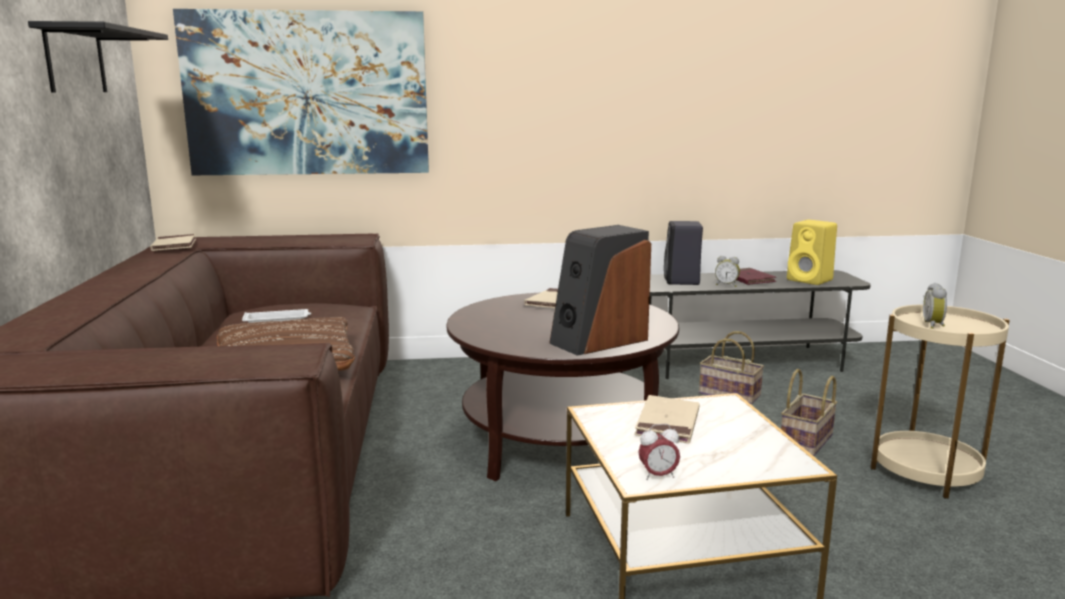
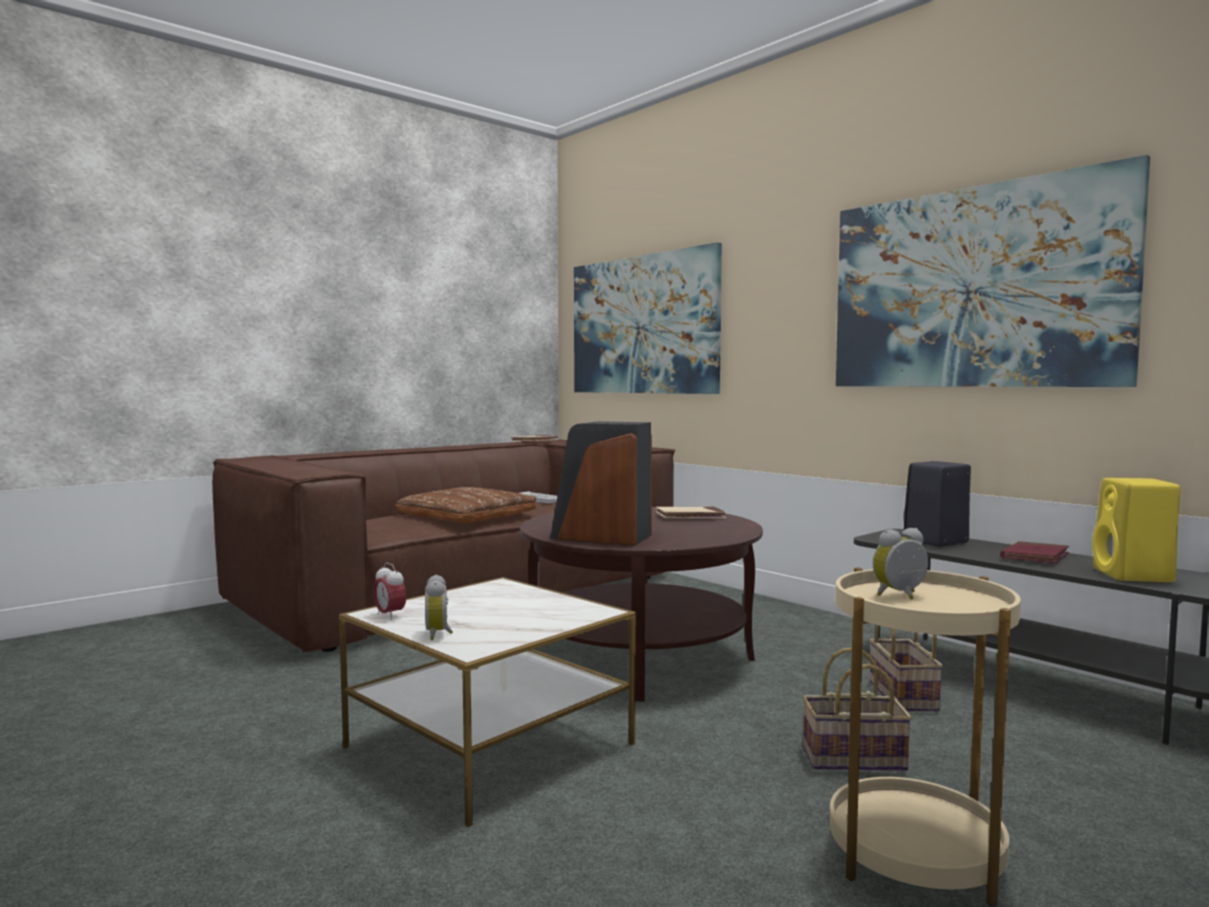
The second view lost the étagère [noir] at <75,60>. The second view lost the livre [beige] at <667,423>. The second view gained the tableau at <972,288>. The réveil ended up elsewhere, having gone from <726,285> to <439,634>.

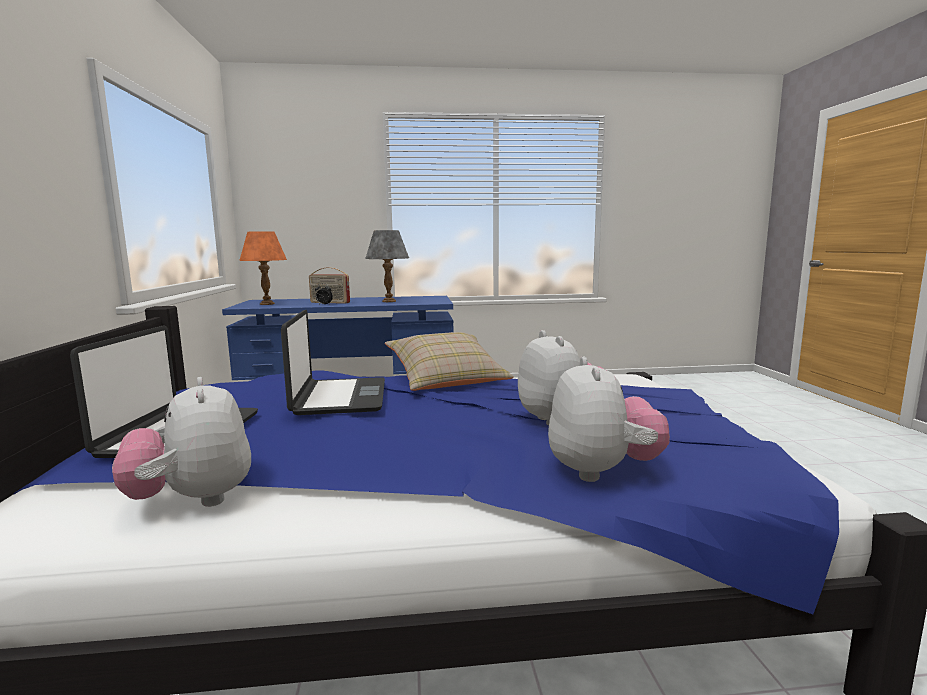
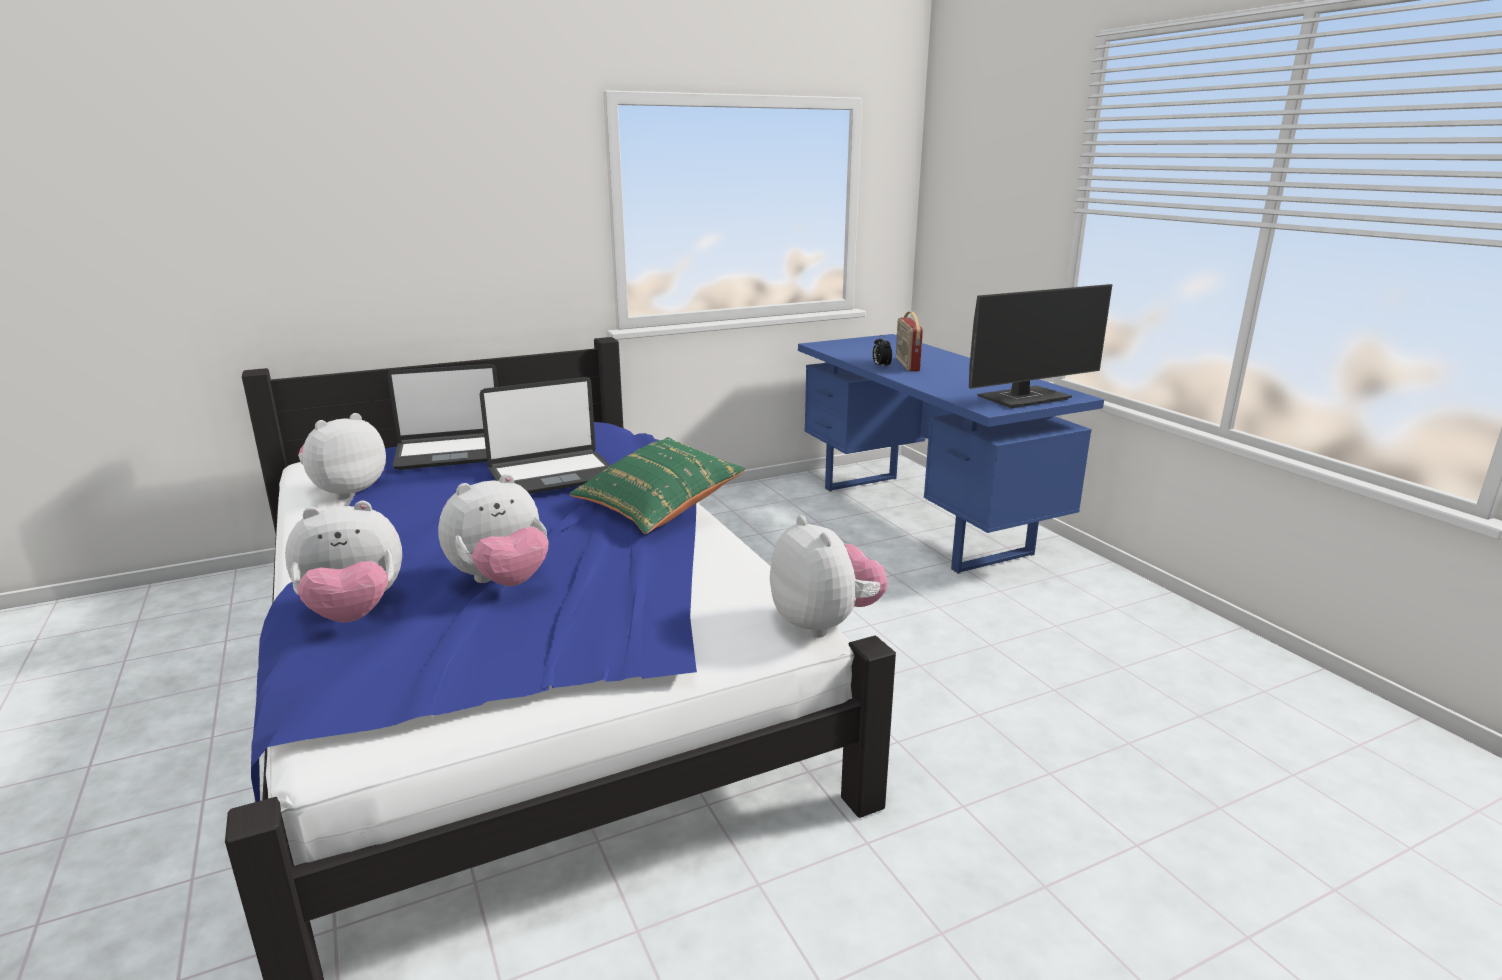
The second view lost the lampe de table [orange] at <267,304>. The second view lost the lampe de table [gris] at <389,301>. The second view gained the peluche at <824,623>. The second view gained the écran d'ordinateur at <1025,398>. What was the coussin [beige] at <446,381> turned into the coussin [vert] at <658,508>.

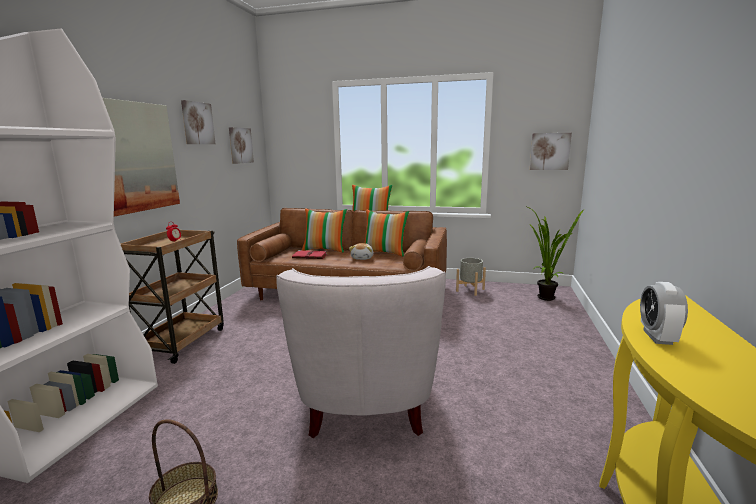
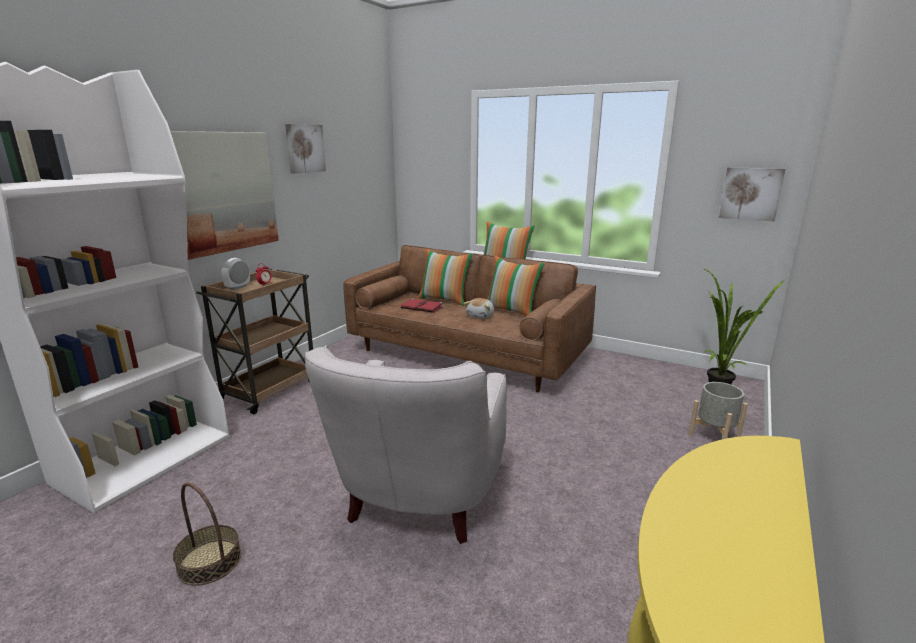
The second view lost the tableau at <240,145>. The cache-pot [gris] ended up elsewhere, having gone from <470,290> to <714,436>. The réveil ended up elsewhere, having gone from <657,337> to <238,287>.

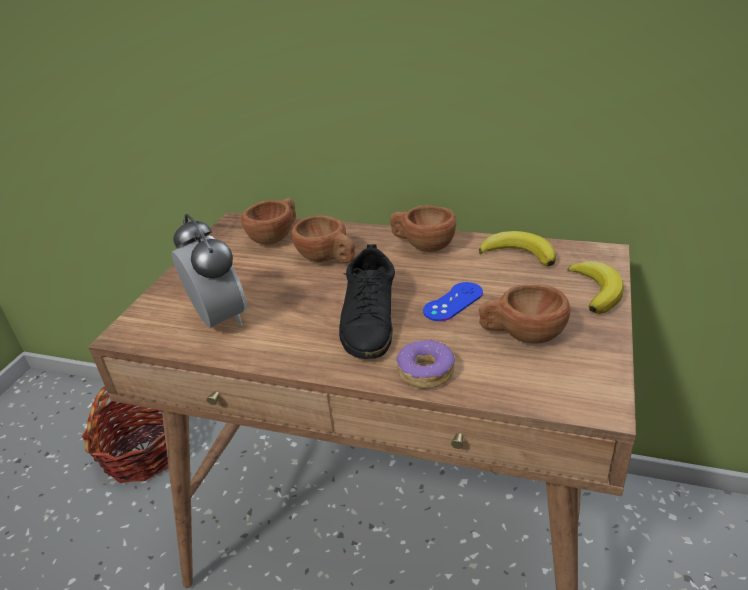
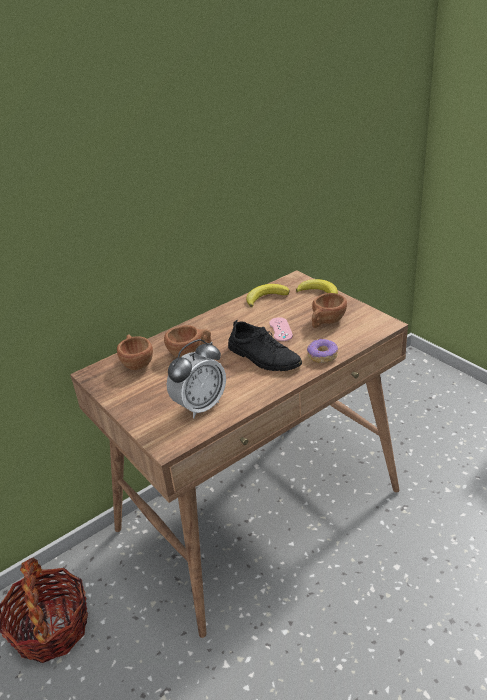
The second view lost the tasse [marron] at <422,245>. What was the manette [bleu] at <453,302> turned into the manette [rose] at <280,329>. The réveil at <219,319> ended up facing another way, 135 degrees clockwise from before.

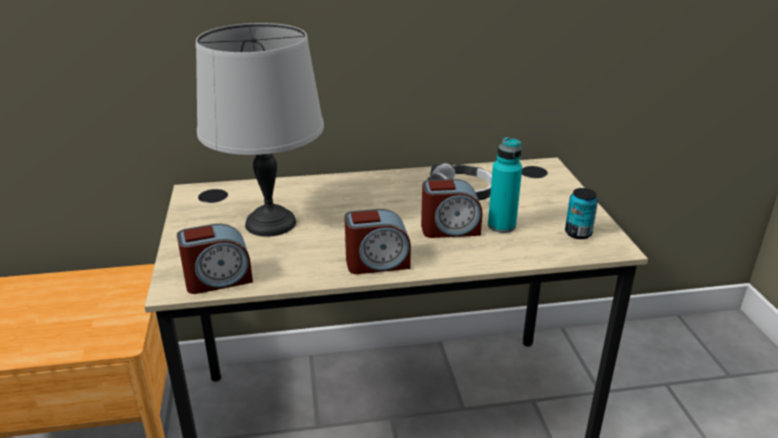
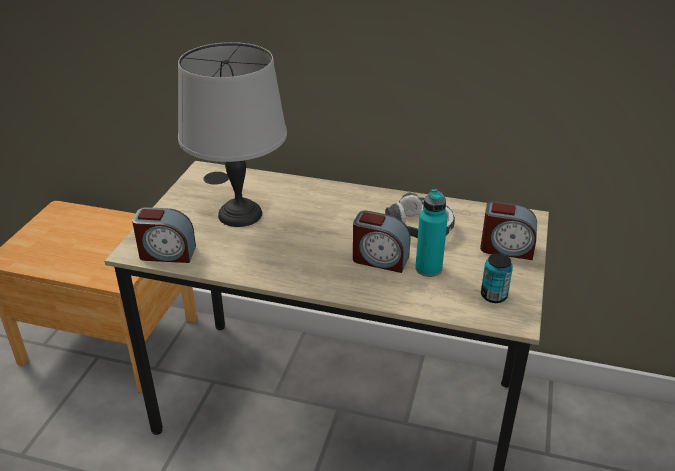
The réveil ended up elsewhere, having gone from <377,263> to <506,248>.

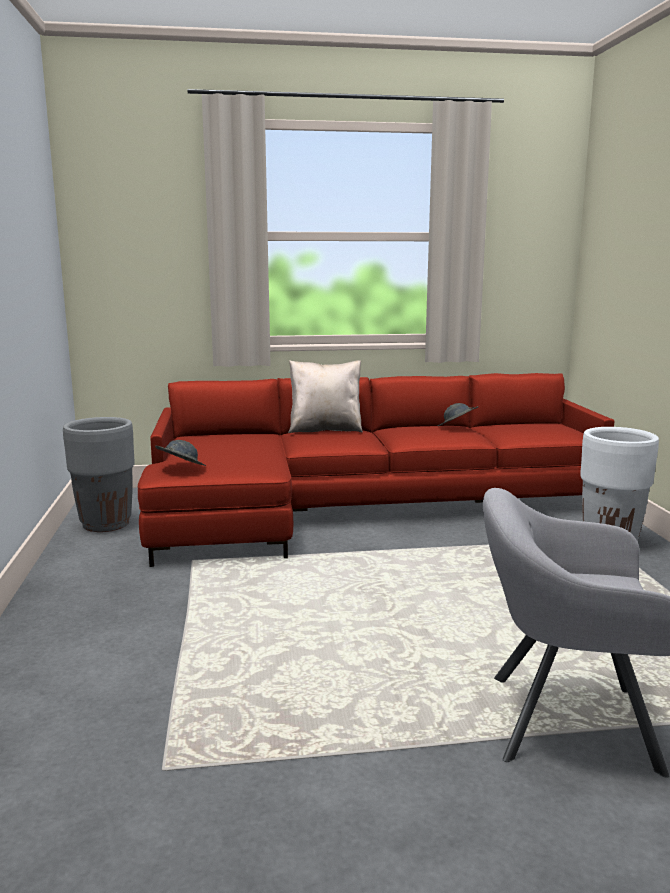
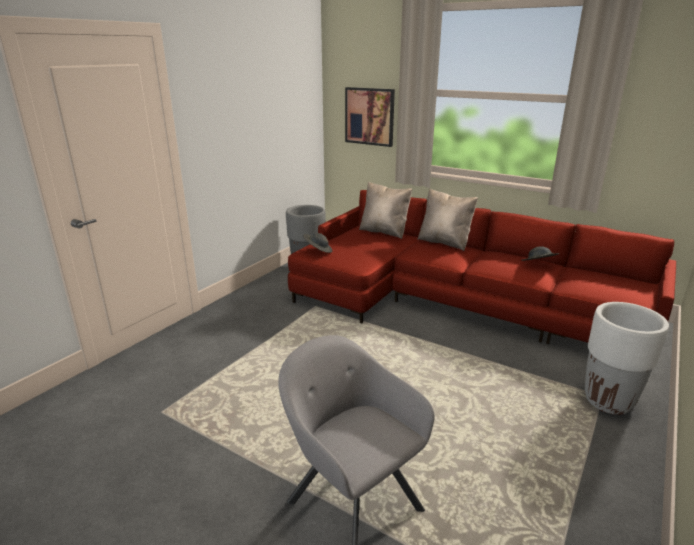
The second view gained the tableau at <369,116>. The second view gained the coussin [beige] at <384,232>.

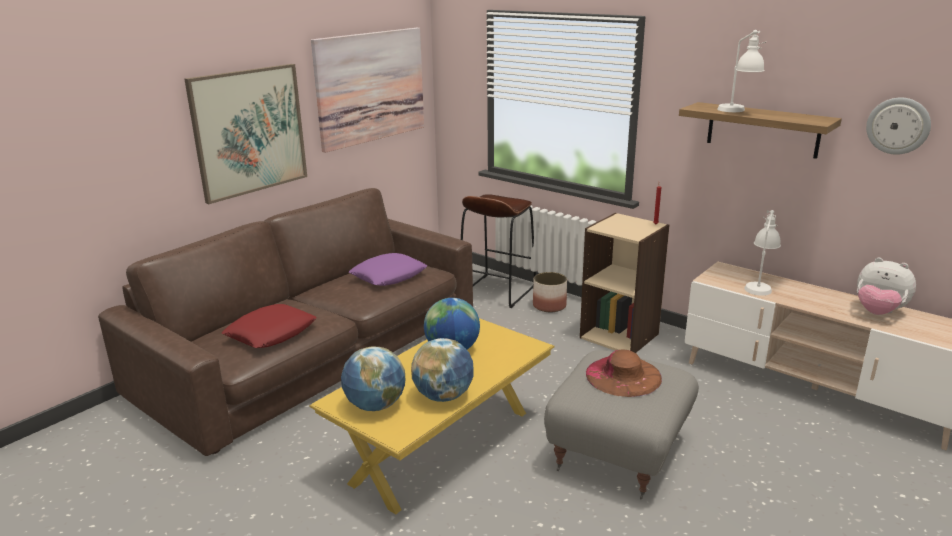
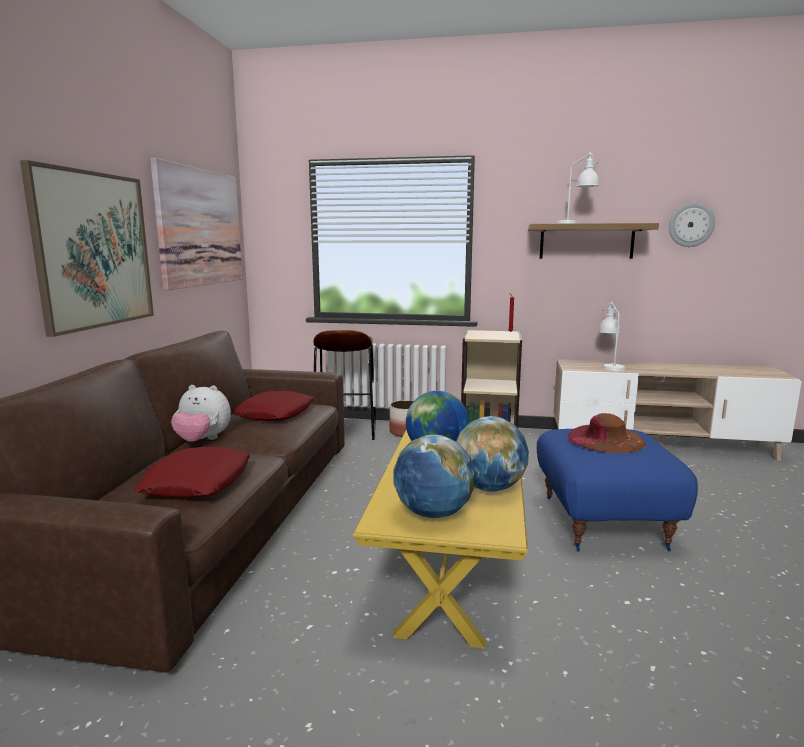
The peluche ended up elsewhere, having gone from <878,312> to <203,440>. What was the coussin [violet] at <389,276> turned into the coussin [rouge] at <275,413>. What was the pouf [gris] at <617,453> turned into the pouf [bleu] at <603,522>.

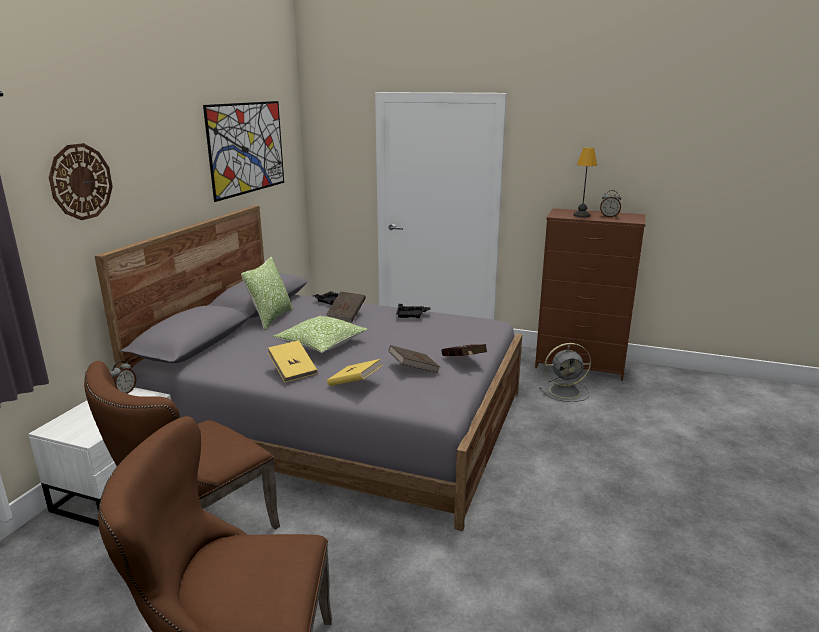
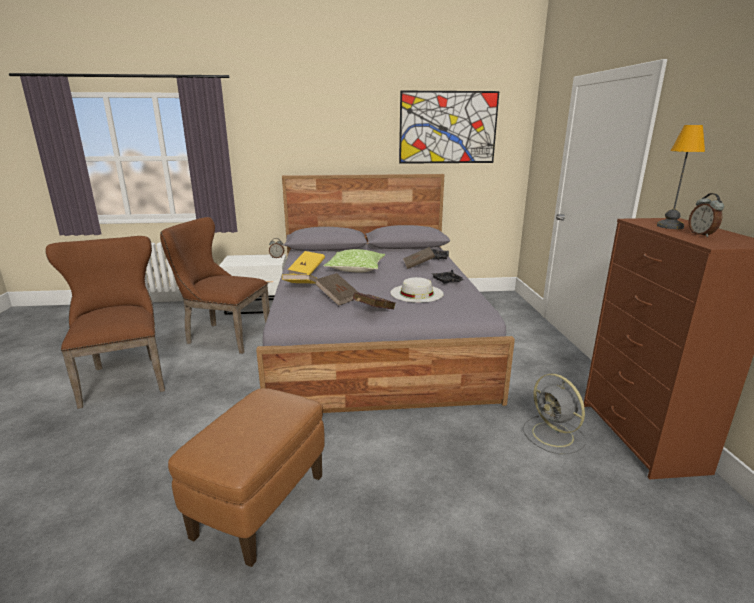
The second view lost the horloge murale at <81,182>. The second view lost the coussin at <271,318>. The second view gained the pouf [marron] at <260,506>. The second view gained the chapeau [blanc] at <416,293>.

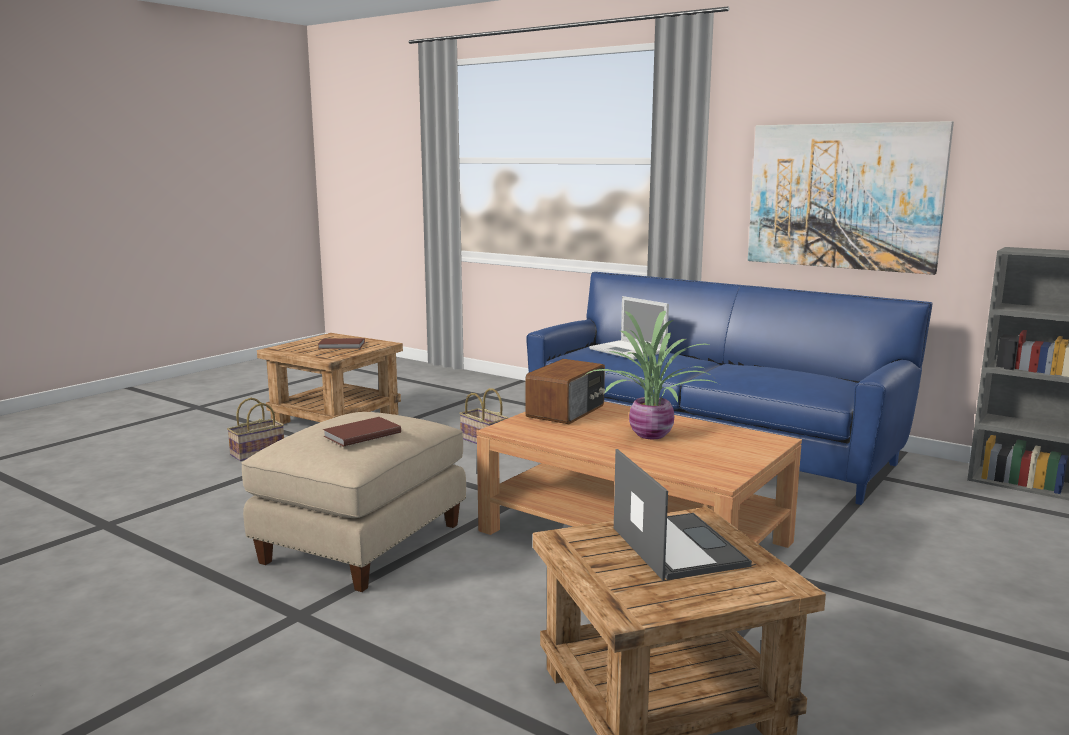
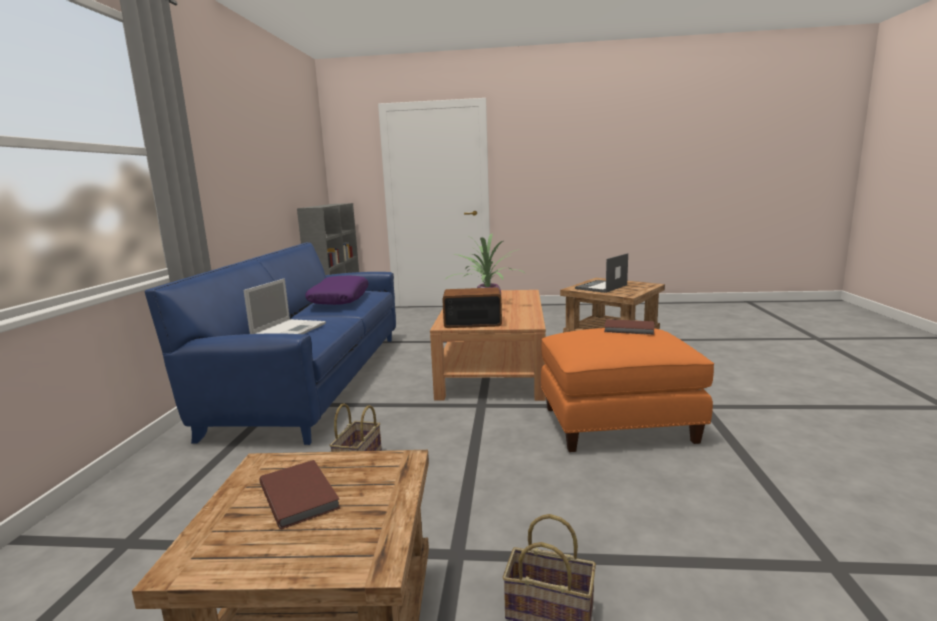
The second view lost the tableau at <843,196>. The second view gained the coussin [violet] at <339,299>. What was the pouf [beige] at <364,544> turned into the pouf [orange] at <617,424>.

